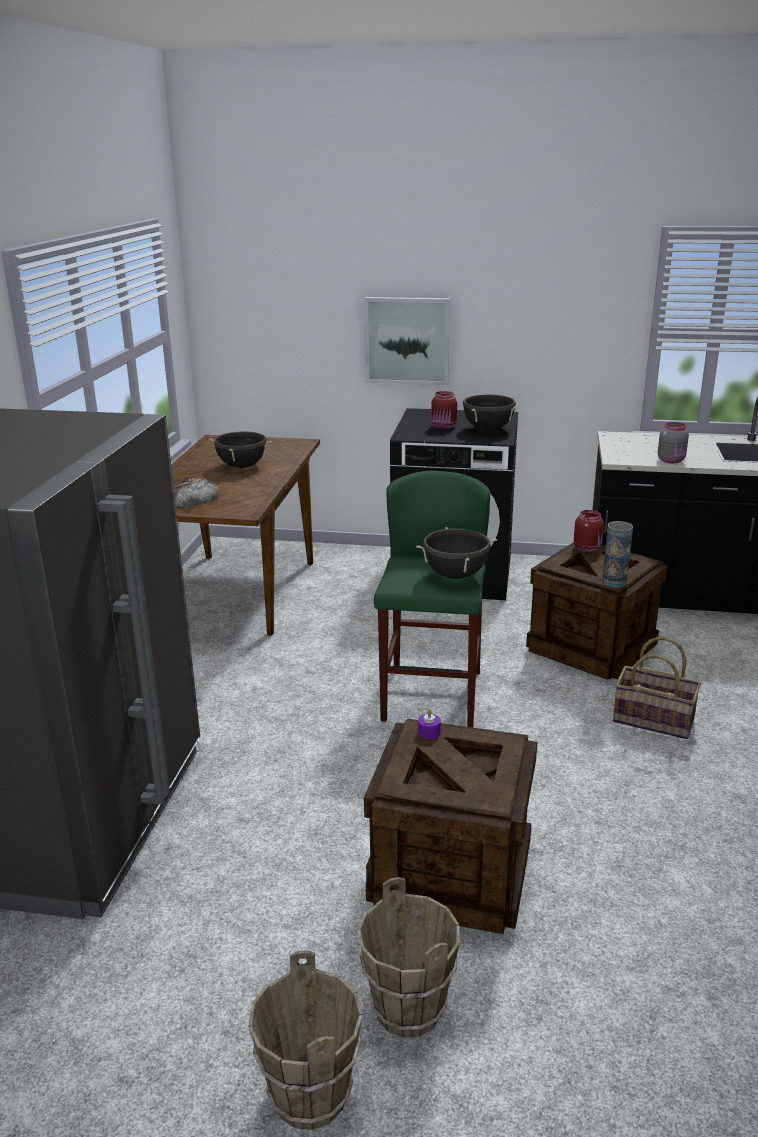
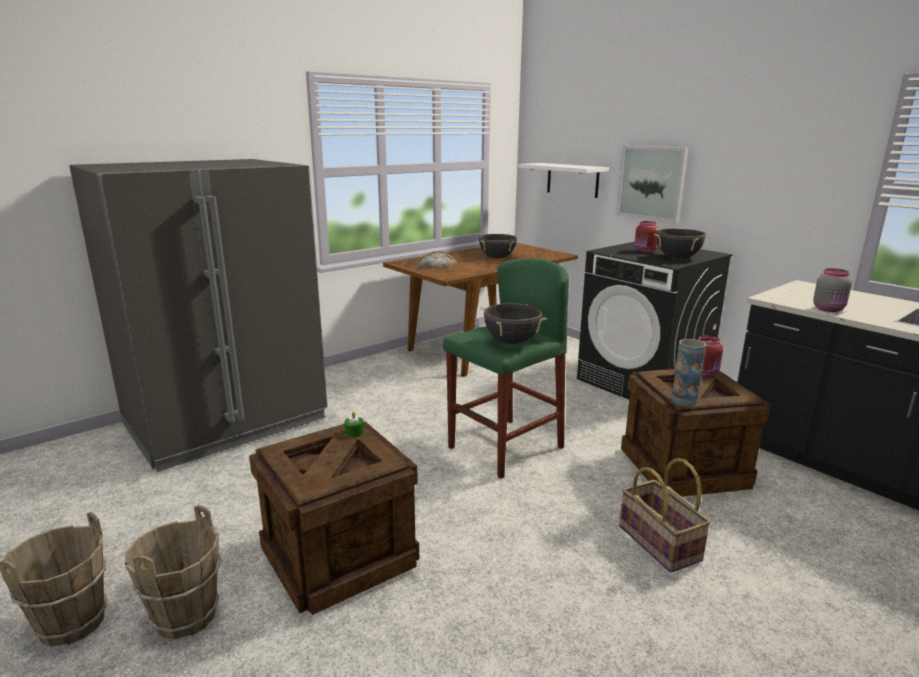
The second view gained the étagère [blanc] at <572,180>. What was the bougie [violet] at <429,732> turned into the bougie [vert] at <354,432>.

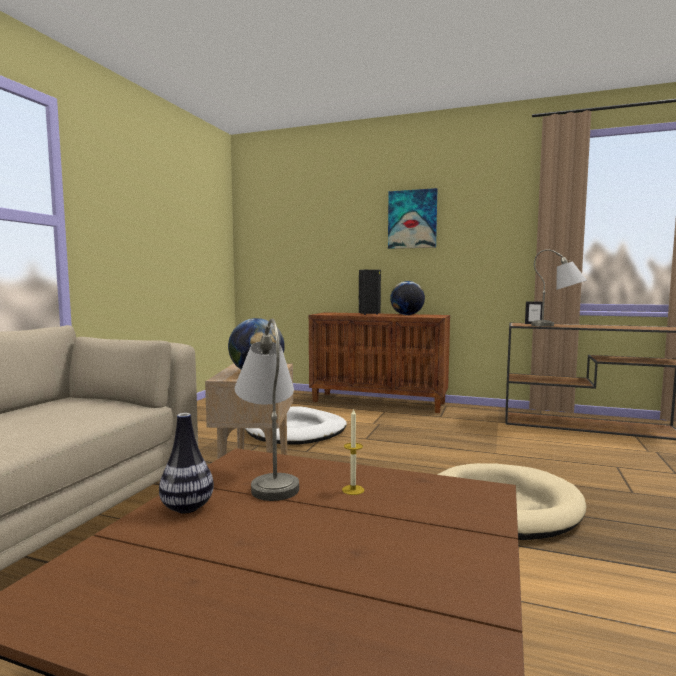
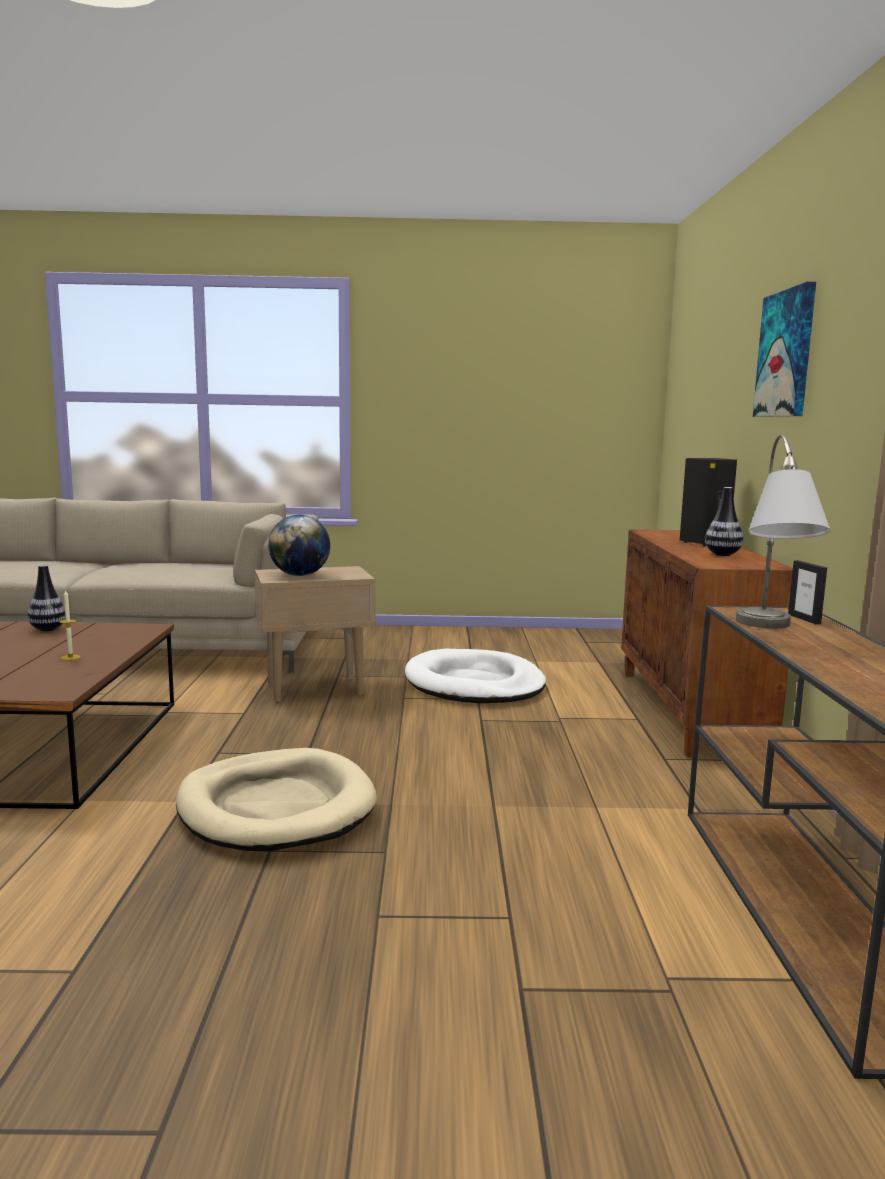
The second view lost the lampe de table [gris] at <270,477>. Where the globe stood at <407,315>, the vase came to stand at <722,554>.

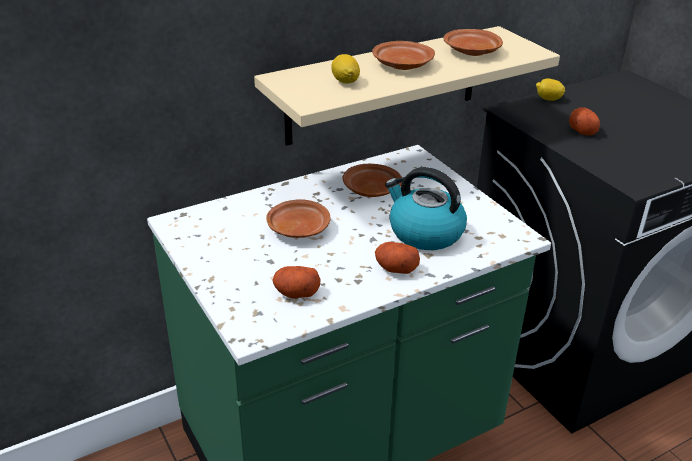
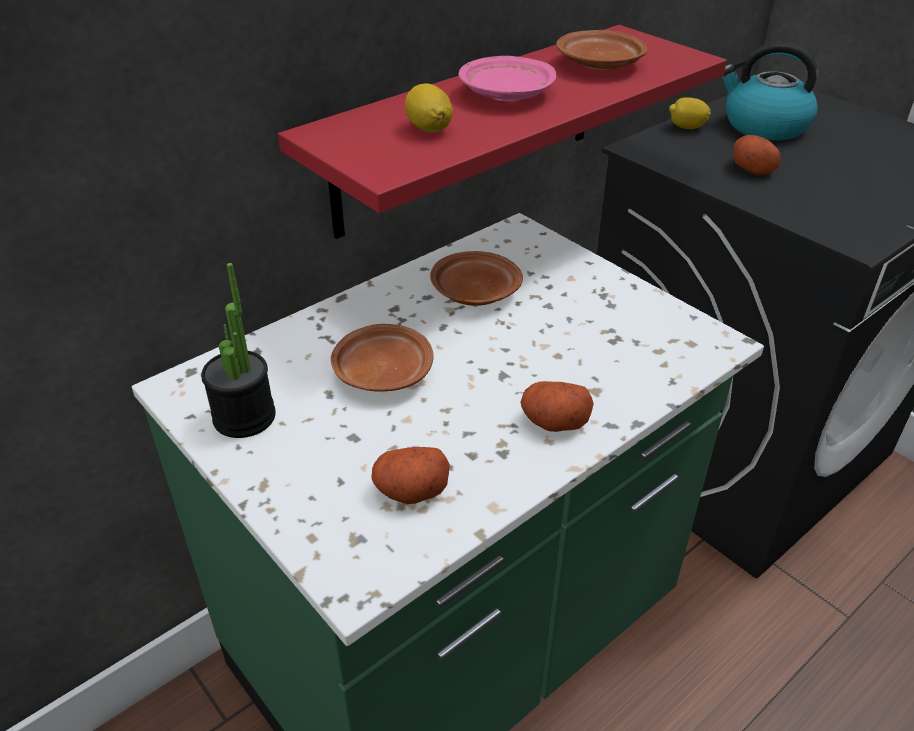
The second view gained the plante en pot at <244,417>. The bouilloire ended up elsewhere, having gone from <424,233> to <763,126>. What was the étagère [beige] at <384,85> turned into the étagère [rouge] at <470,129>. What was the assiette [marron] at <402,65> turned into the assiette [rose] at <505,94>.

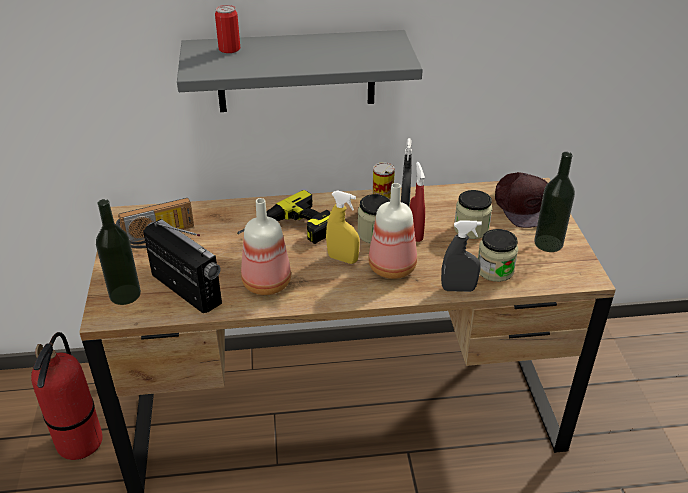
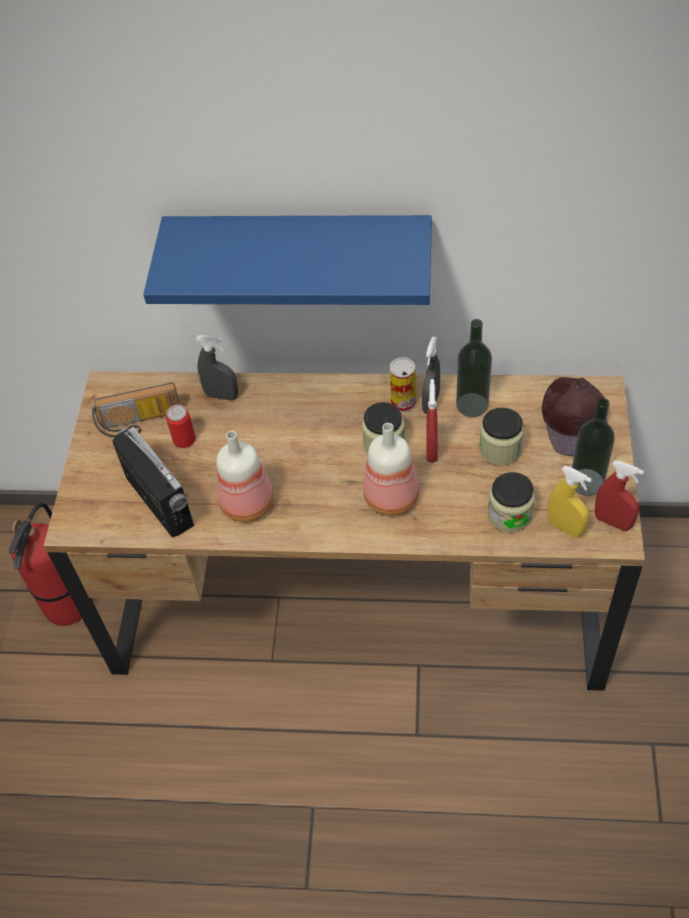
The second view lost the perceuse at <290,231>. The second view gained the vaporisateur [rouge] at <612,522>. The bouteille ended up elsewhere, having gone from <125,294> to <472,405>. The boîte métallique ended up elsewhere, having gone from <229,49> to <184,439>. The vaporisateur [jaune] ended up elsewhere, having gone from <342,259> to <565,528>. The vaporisateur [gris] ended up elsewhere, having gone from <458,289> to <221,395>. What was the étagère [gris] at <296,71> turned into the étagère [bleu] at <299,251>.

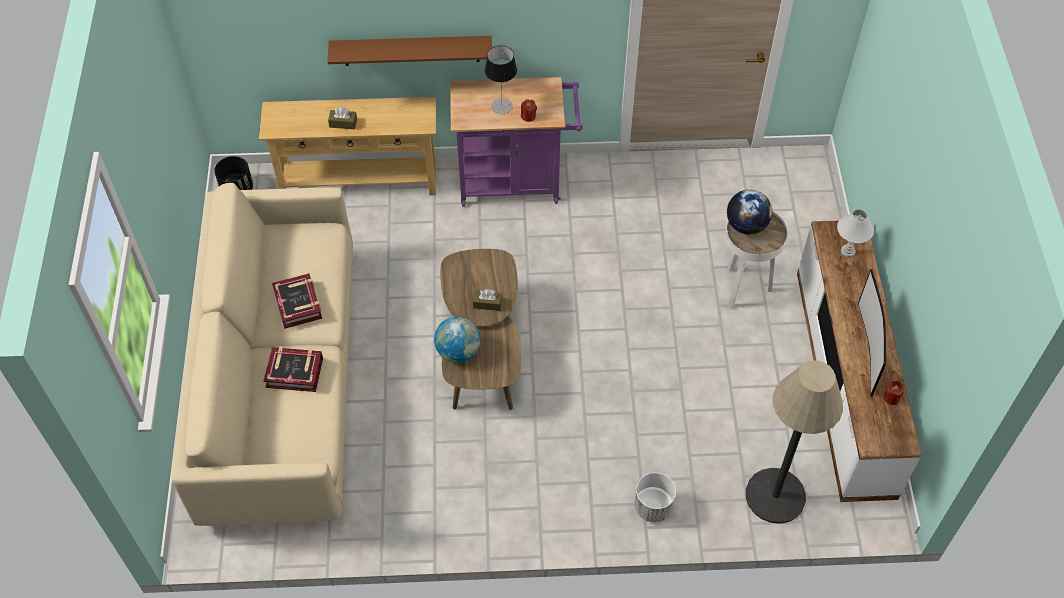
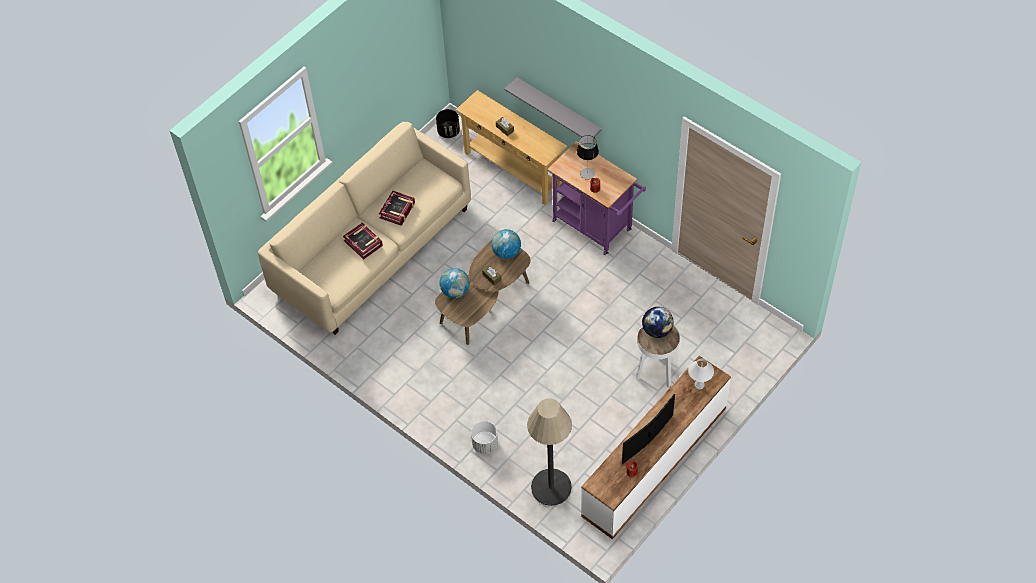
The second view gained the globe at <506,252>. What was the étagère [marron] at <411,50> turned into the étagère [gris] at <559,110>.

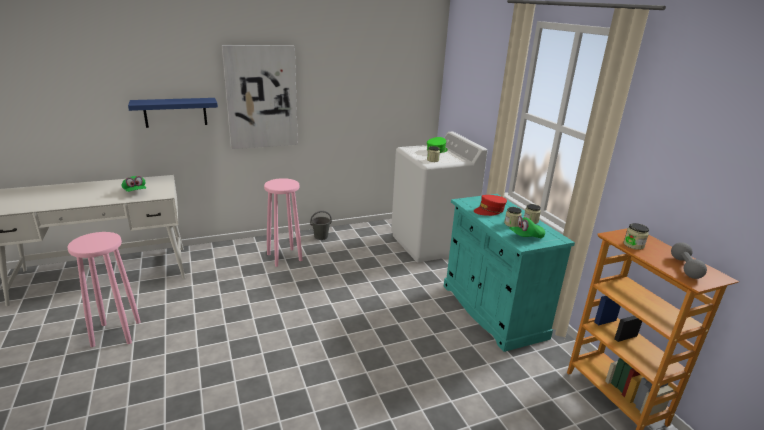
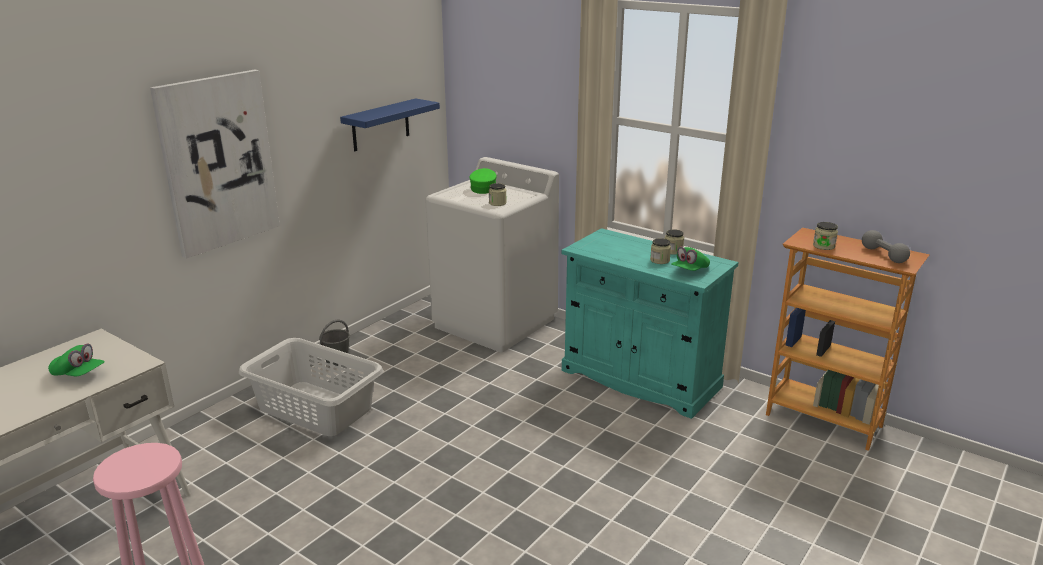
The second view lost the casquette [rouge] at <489,210>. The étagère [bleu] ended up elsewhere, having gone from <175,112> to <380,125>. Where the tabouret [rose] stood at <285,257>, the panier à linge [gris] came to stand at <315,407>.

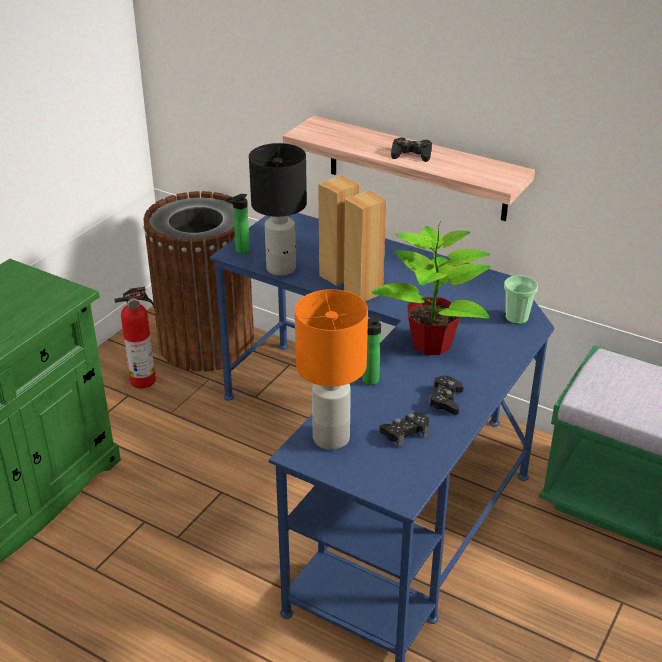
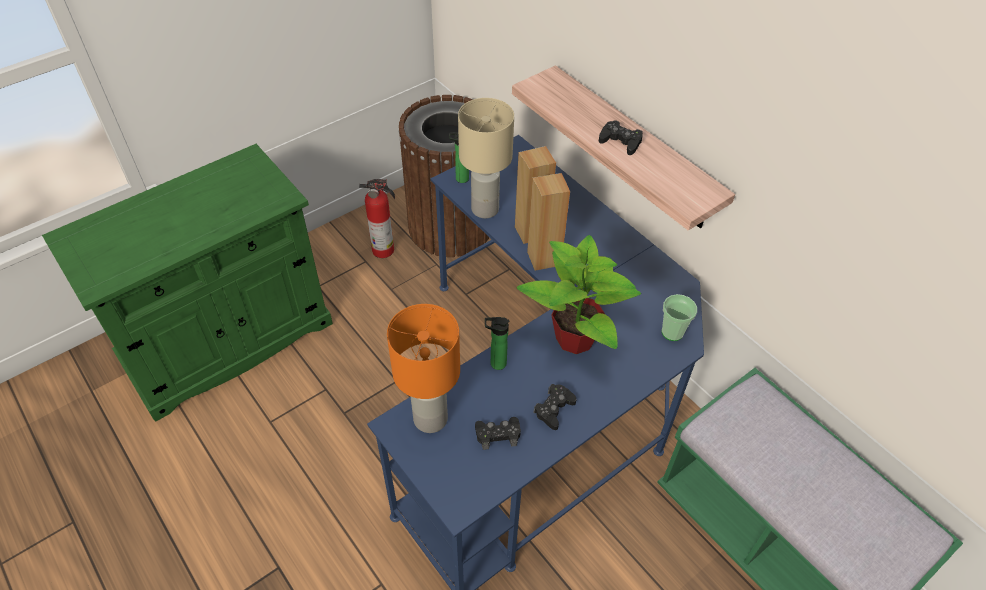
What was the lampe de table [noir] at <281,268> turned into the lampe de table [beige] at <485,209>.

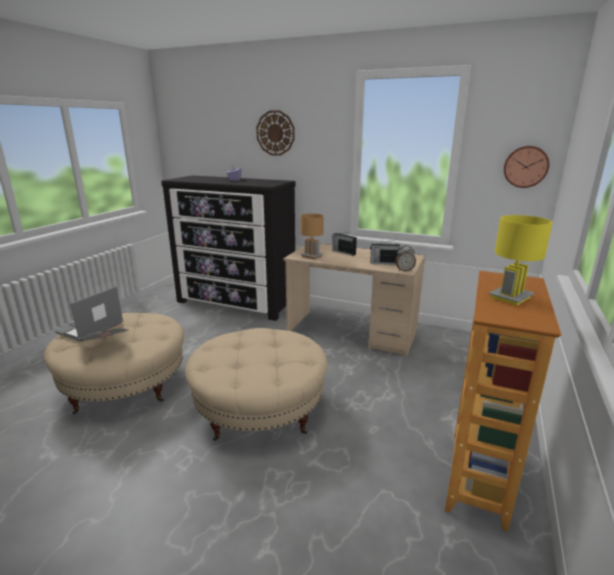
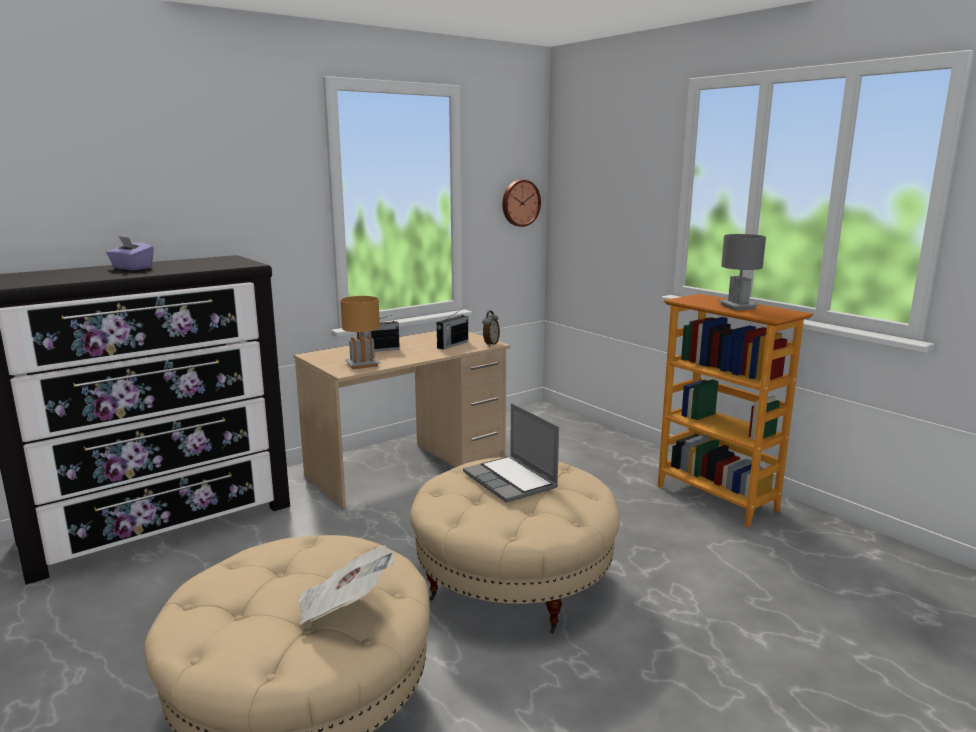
The second view lost the horloge murale at <275,133>. The ordinateur portable ended up elsewhere, having gone from <90,328> to <511,481>. What was the lampe de table [jaune] at <511,297> turned into the lampe de table [gris] at <738,307>.

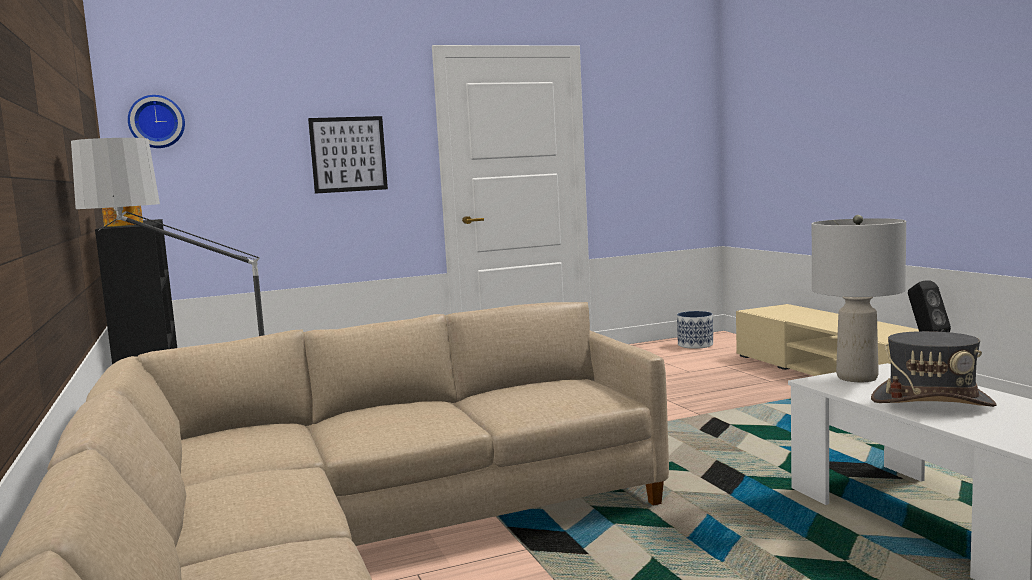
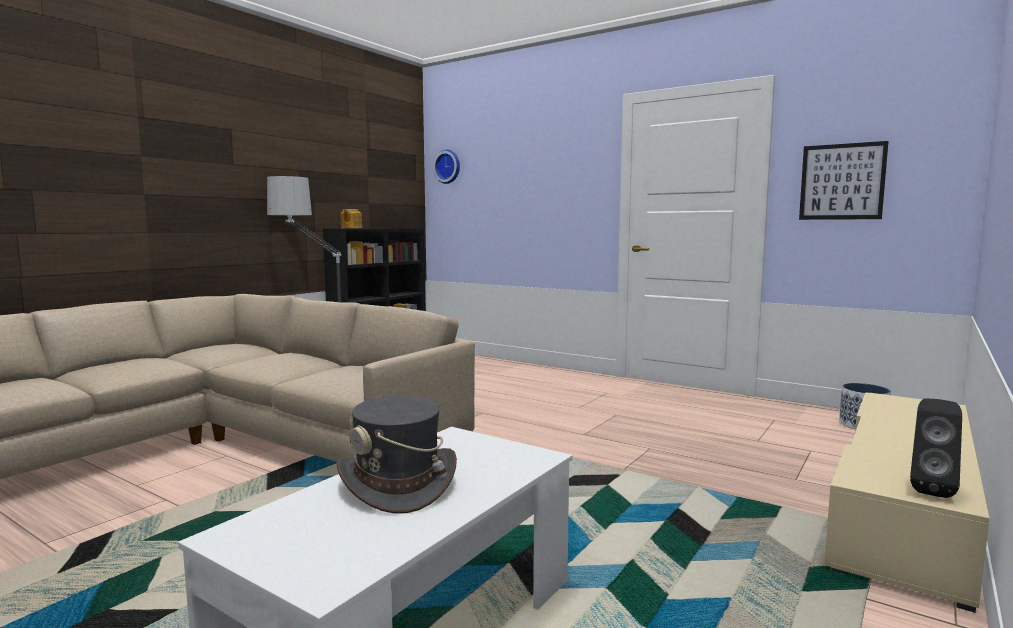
The second view lost the lampe de table [gris] at <856,377>. The tableau ended up elsewhere, having gone from <348,154> to <842,182>.

